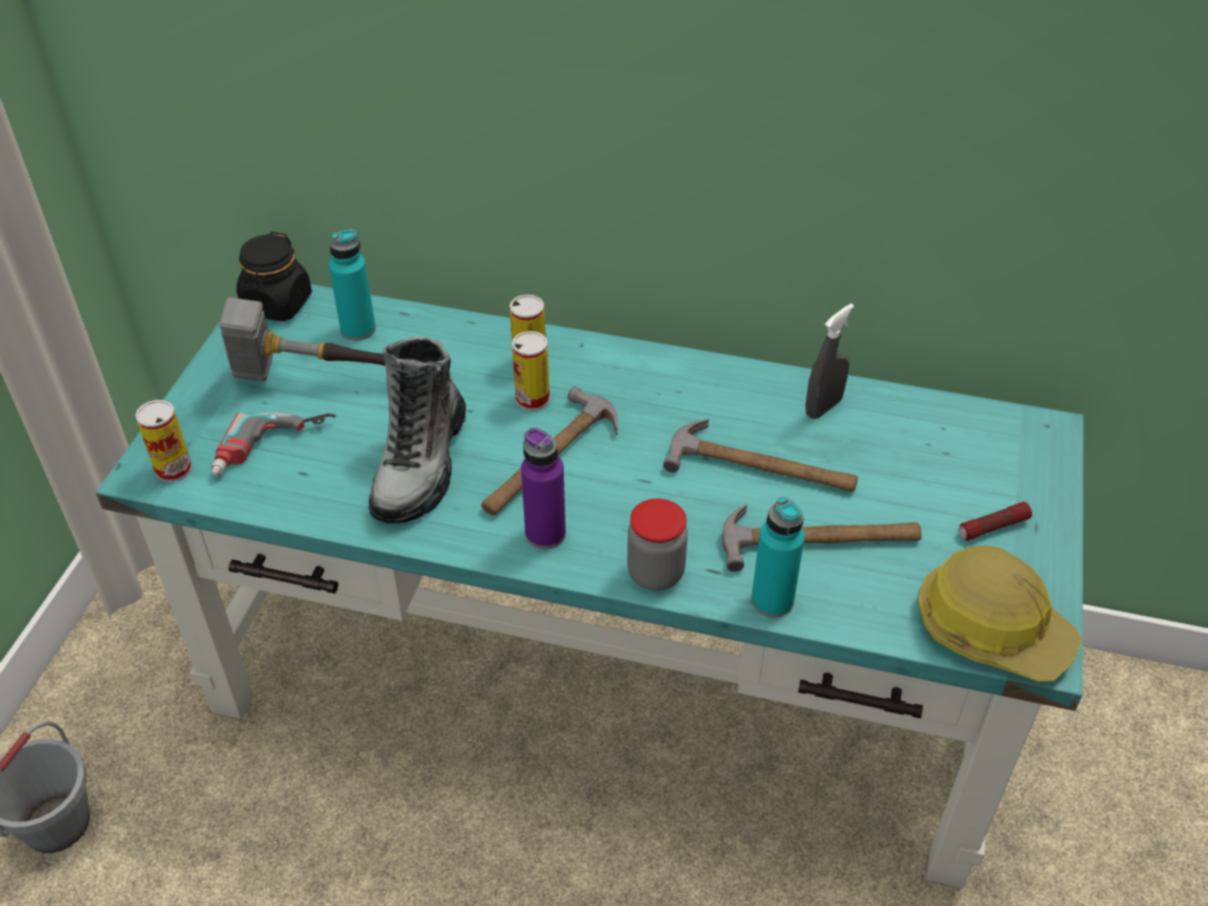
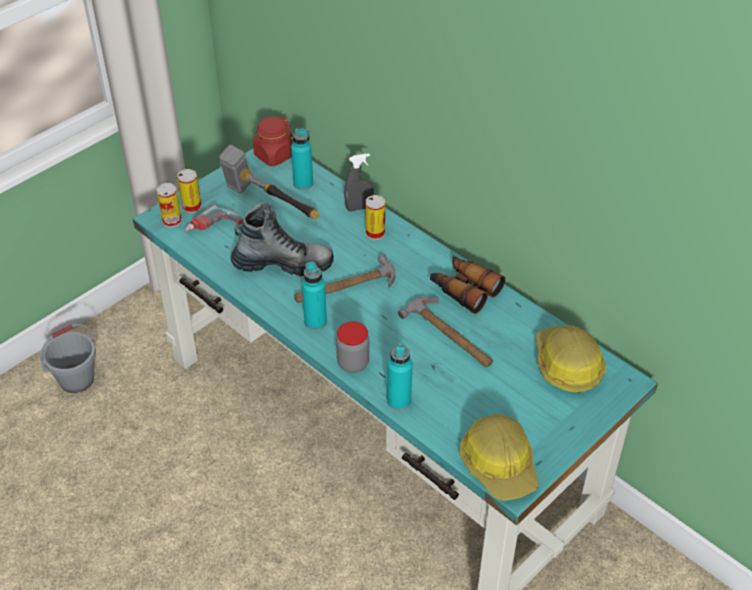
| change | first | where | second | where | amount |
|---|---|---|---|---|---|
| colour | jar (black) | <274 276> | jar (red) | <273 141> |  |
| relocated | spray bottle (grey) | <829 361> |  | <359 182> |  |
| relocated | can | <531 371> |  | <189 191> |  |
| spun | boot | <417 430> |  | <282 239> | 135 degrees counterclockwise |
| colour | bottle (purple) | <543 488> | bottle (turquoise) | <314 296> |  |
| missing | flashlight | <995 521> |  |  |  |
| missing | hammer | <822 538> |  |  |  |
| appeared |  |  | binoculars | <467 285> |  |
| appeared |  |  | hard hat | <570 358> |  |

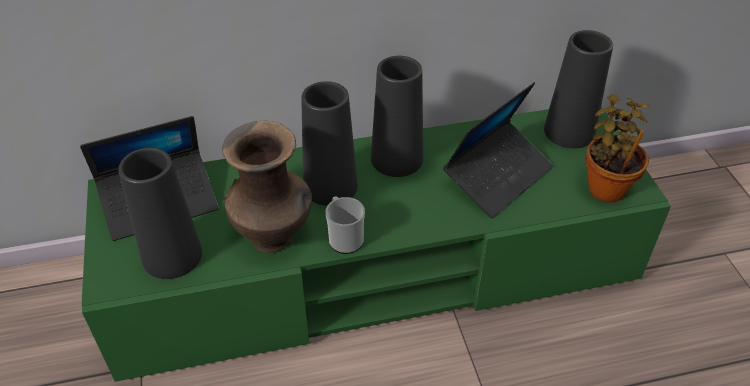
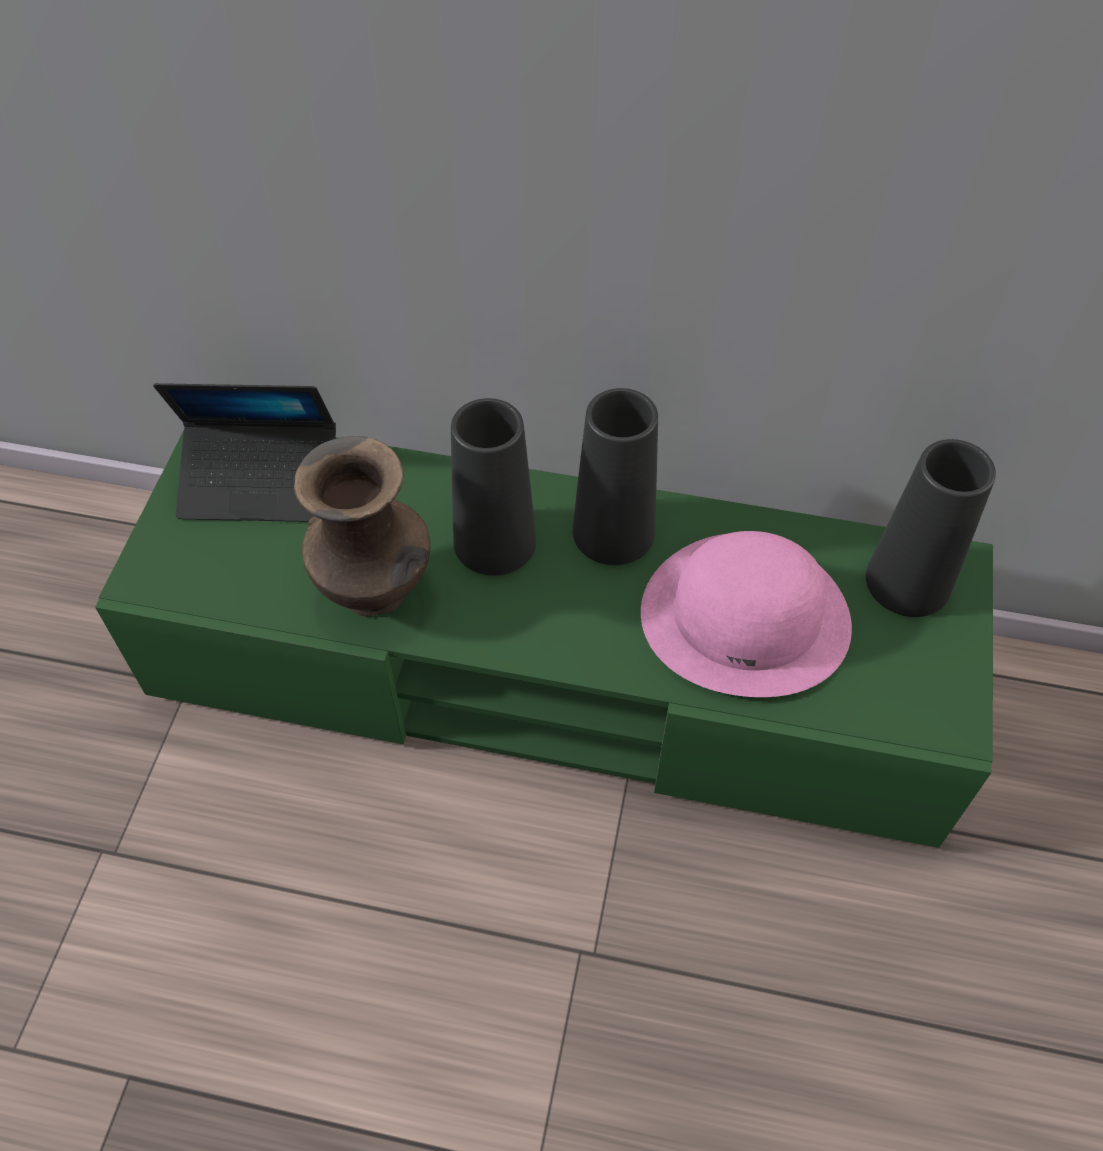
| change | first | where | second | where | amount |
|---|---|---|---|---|---|
| exchanged | laptop | <498 150> | hat (pink) | <746 614> |  |
| missing | potted plant | <617 148> |  |  |  |
| missing | vase (black) | <160 213> |  |  |  |
| missing | mug | <345 225> |  |  |  |

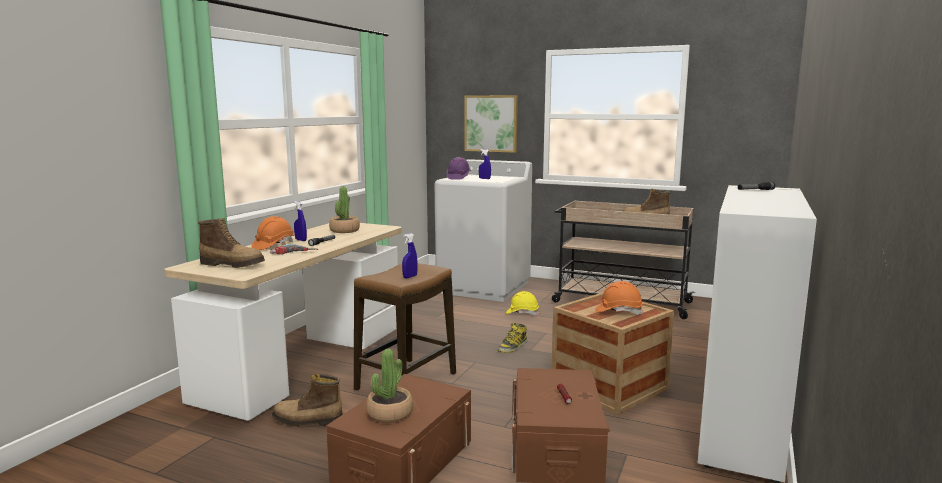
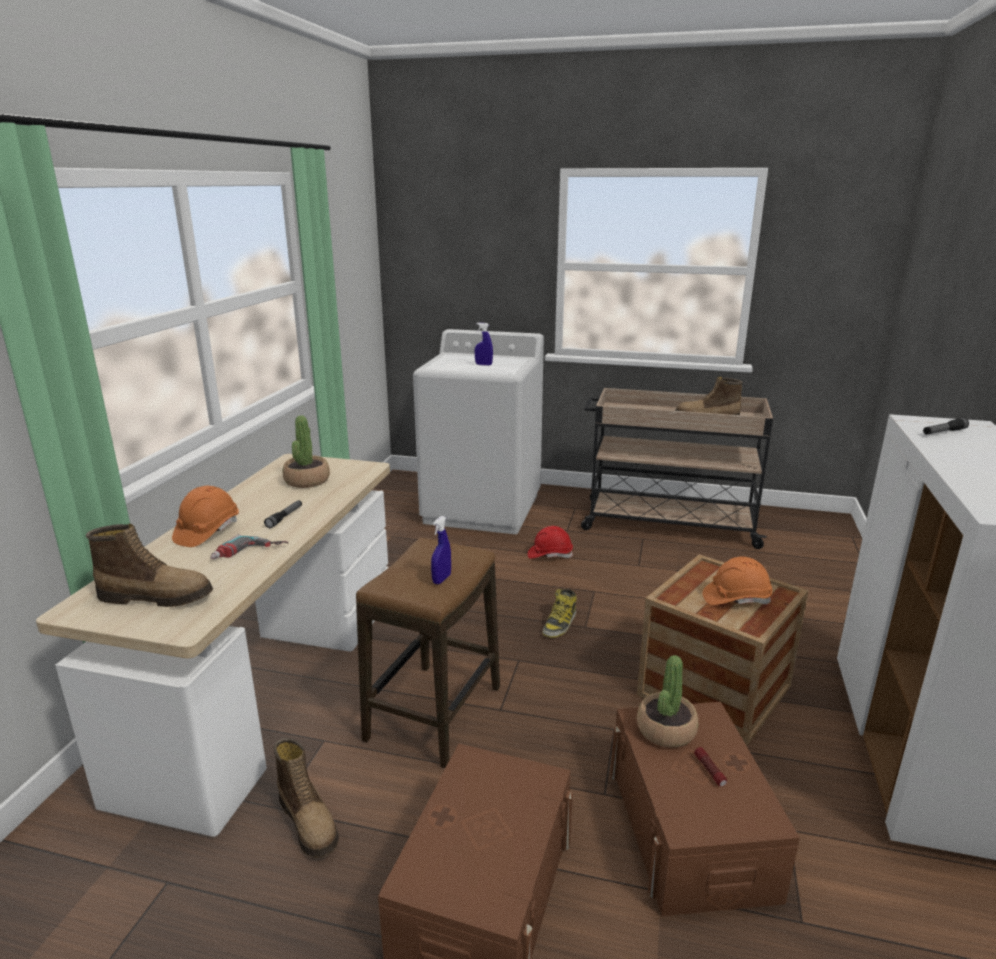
| change | first | where | second | where | amount |
|---|---|---|---|---|---|
| missing | picture | <491 124> |  |  |  |
| missing | hard hat (purple) | <458 168> |  |  |  |
| missing | spray bottle (blue) | <300 221> |  |  |  |
| colour | hard hat (yellow) | <522 303> | hard hat (red) | <550 542> |  |
| relocated | potted plant | <389 386> |  | <668 701> |  |
| spun | boot | <307 400> |  | <306 798> | 120 degrees counterclockwise |

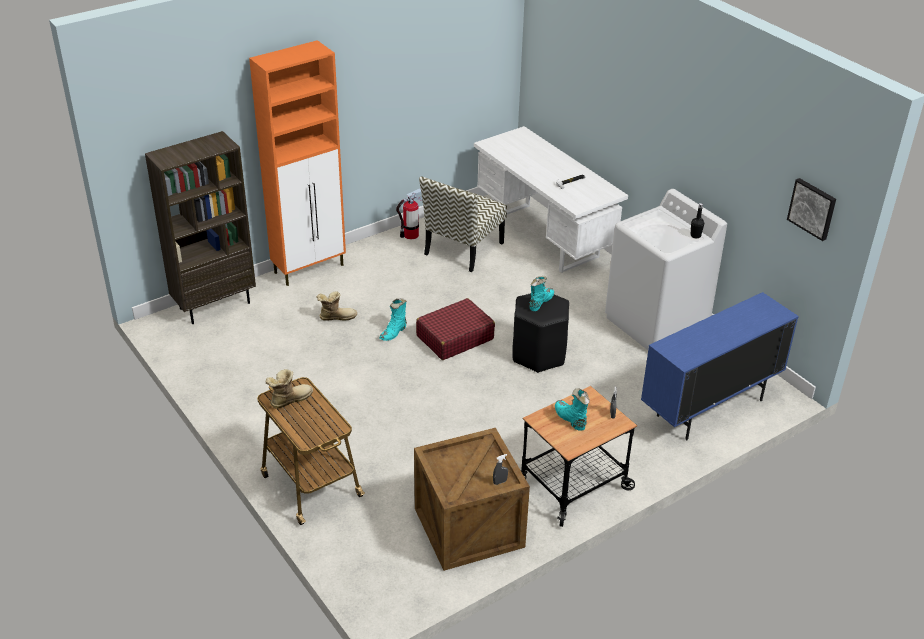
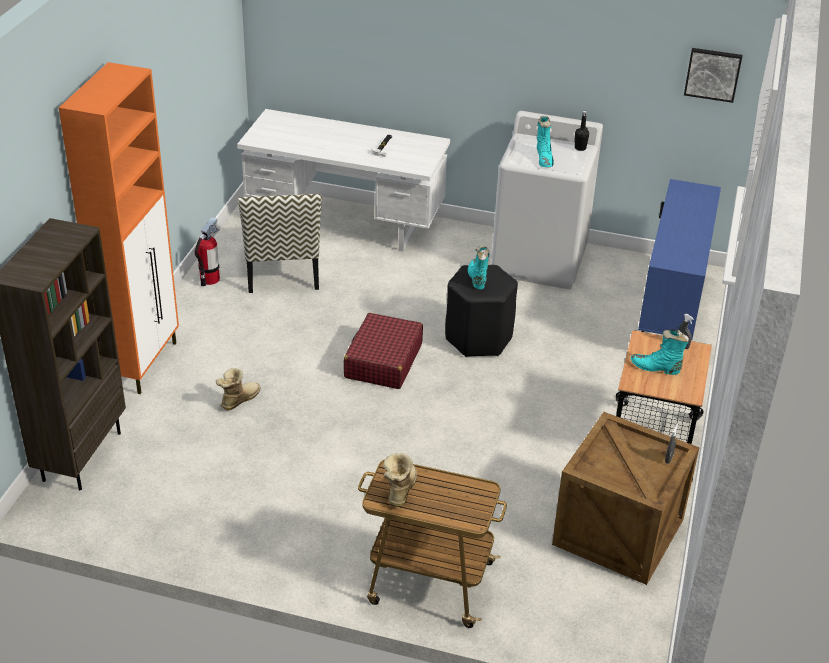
| change | first | where | second | where | amount |
|---|---|---|---|---|---|
| relocated | boot (turquoise) | <393 319> |  | <545 141> |  |

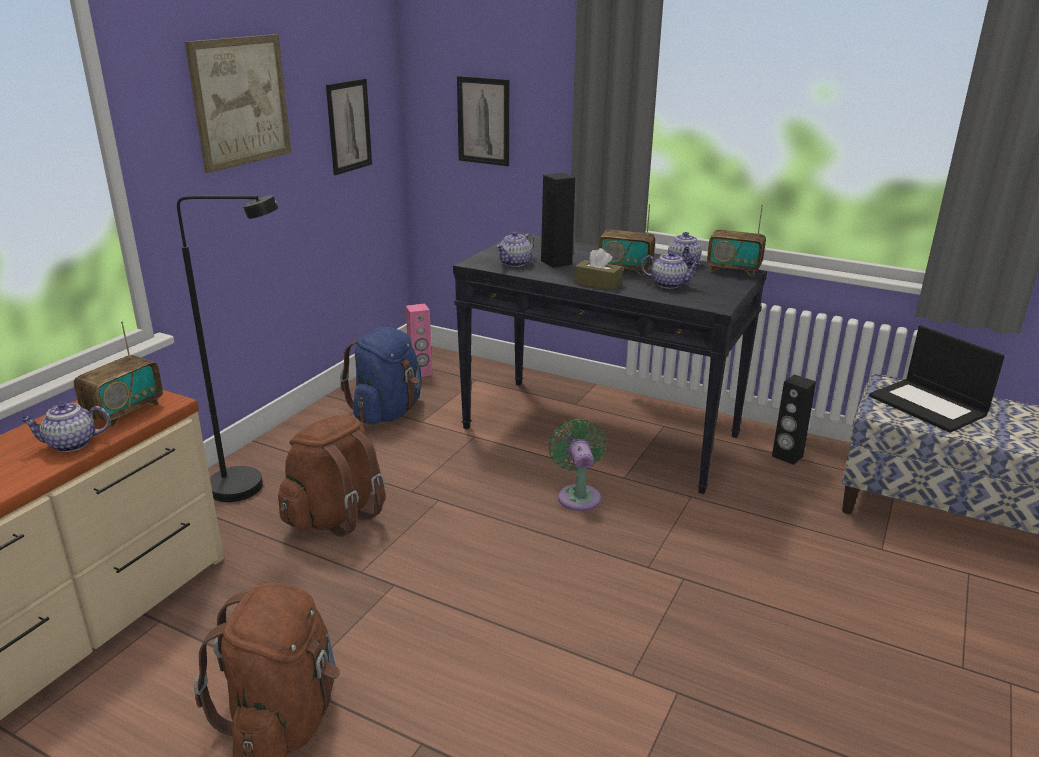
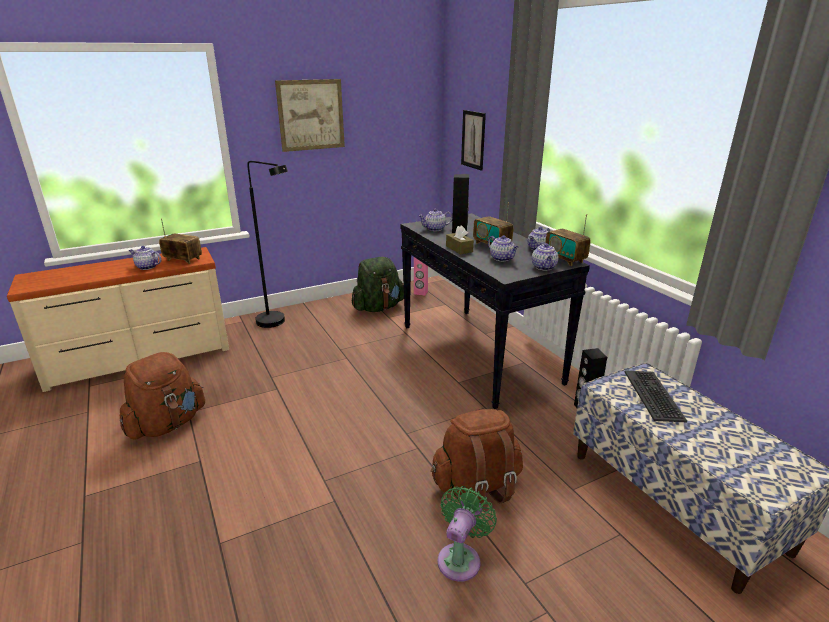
| change | first | where | second | where | amount |
|---|---|---|---|---|---|
| missing | picture | <349 126> |  |  |  |
| spun | radio | <118 374> |  | <180 241> | 135 degrees counterclockwise |
| exchanged | laptop | <937 379> | keyboard | <655 396> |  |
| colour | backpack (blue) | <381 375> | backpack (green) | <378 284> |  |
| relocated | backpack (brown) | <332 476> |  | <477 458> |  |
| relocated | fan (green) | <577 465> |  | <467 534> |  |
| appeared |  |  | teapot | <545 256> |  |

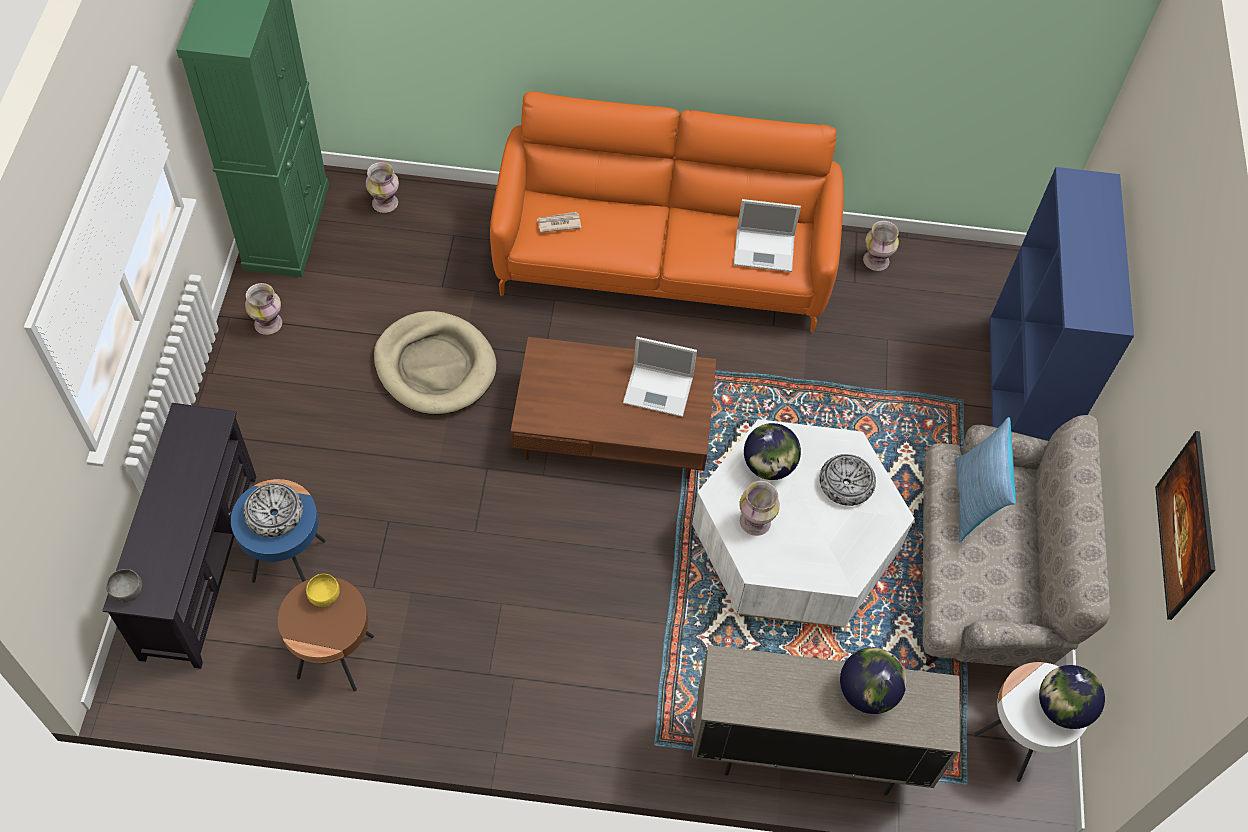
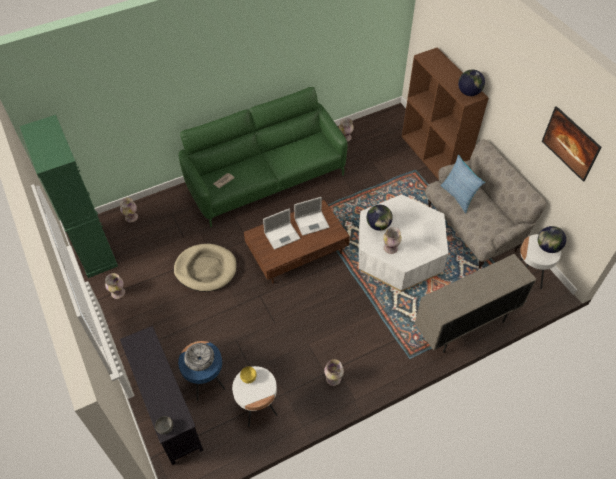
| change | first | where | second | where | amount |
|---|---|---|---|---|---|
| colour | sofa (orange) | <667 212> | sofa (green) | <263 157> |  |
| colour | bookcase (blue) | <1062 304> | bookcase (brown) | <445 114> |  |
| relocated | laptop | <767 235> |  | <282 229> |  |
| missing | bowl | <847 480> |  |  |  |
| colour | side table (brown) | <326 634> | side table (white) | <255 396> |  |
| relocated | globe | <873 680> |  | <471 83> |  |
| appeared |  |  | vase | <334 372> |  |

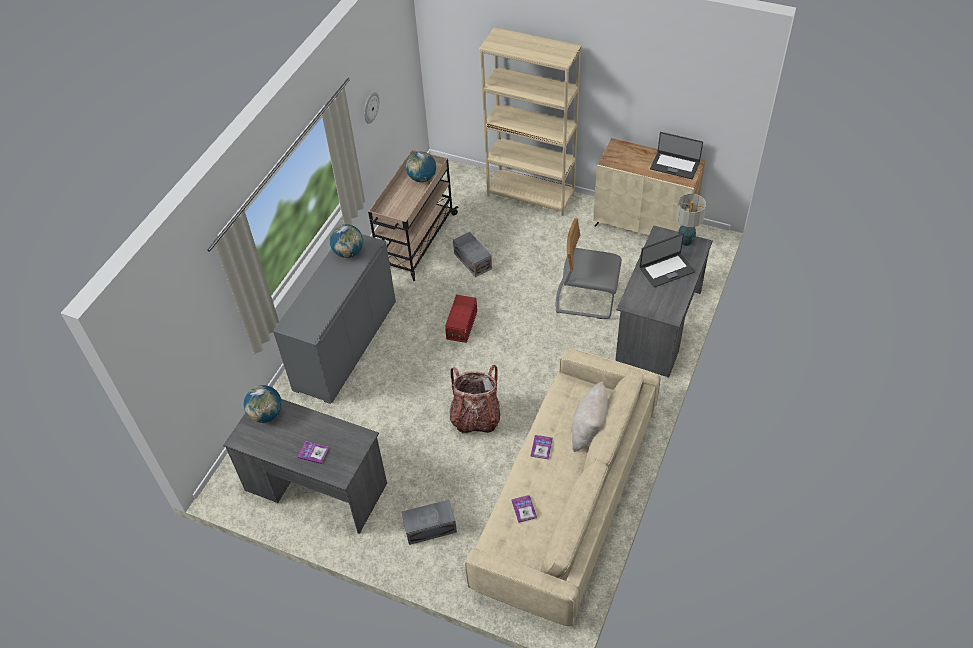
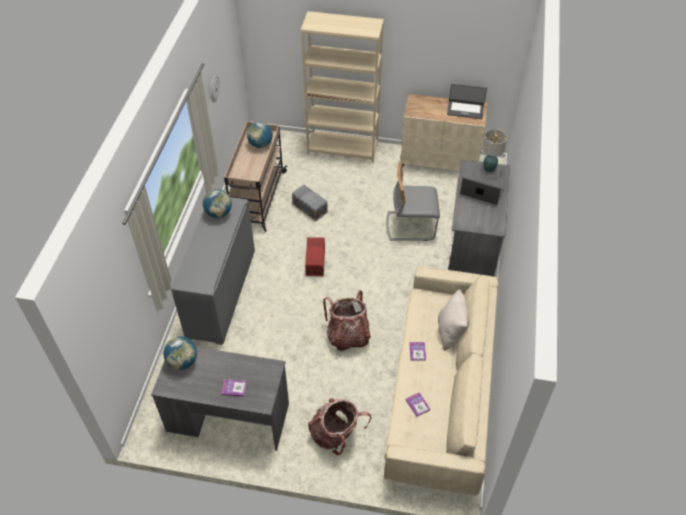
| change | first | where | second | where | amount |
|---|---|---|---|---|---|
| spun | laptop | <667 260> |  | <482 191> | 120 degrees counterclockwise |
| exchanged | storage box (grey) | <429 522> | backpack | <339 426> |  |

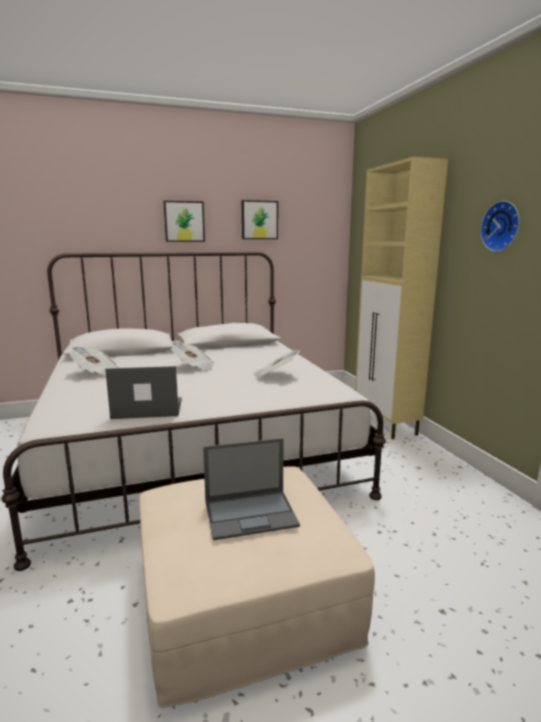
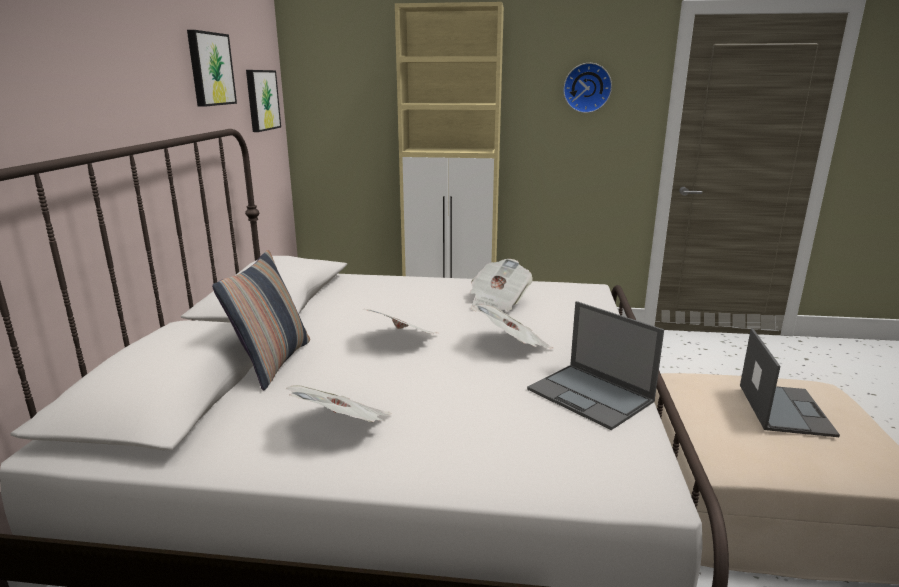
| change | first | where | second | where | amount |
|---|---|---|---|---|---|
| relocated | picture | <184 221> |  | <263 101> |  |
| spun | laptop | <143 392> |  | <595 365> | 60 degrees counterclockwise |
| appeared |  |  | pillow | <261 320> |  |
| appeared |  |  | newspaper | <513 327> |  |

